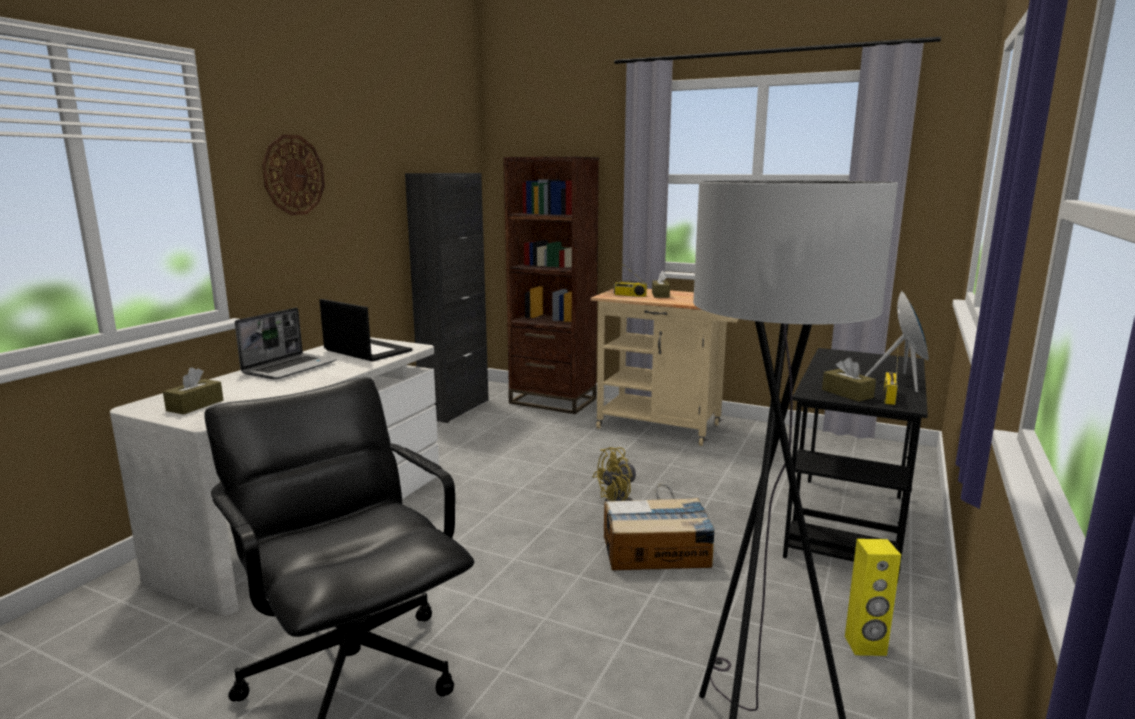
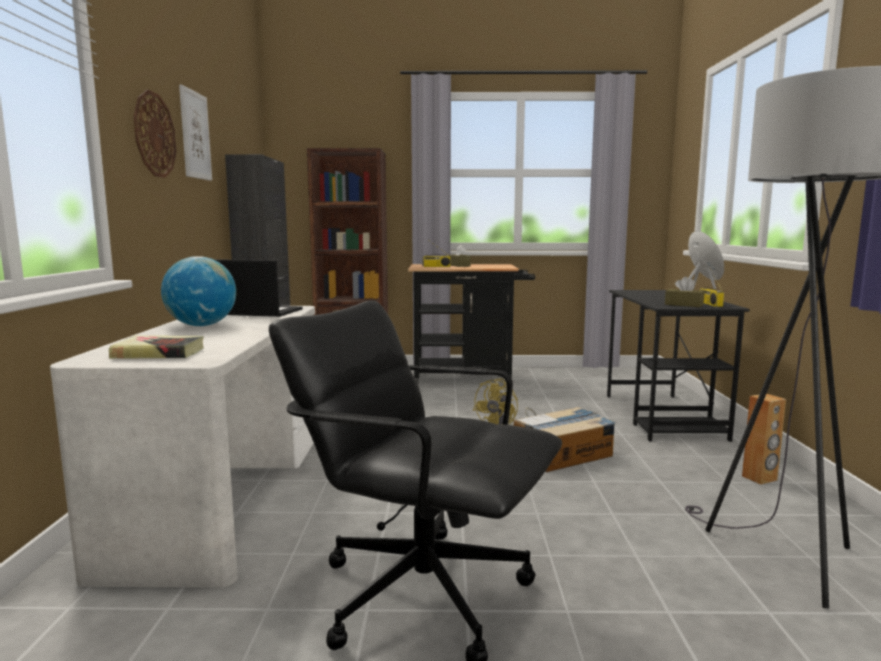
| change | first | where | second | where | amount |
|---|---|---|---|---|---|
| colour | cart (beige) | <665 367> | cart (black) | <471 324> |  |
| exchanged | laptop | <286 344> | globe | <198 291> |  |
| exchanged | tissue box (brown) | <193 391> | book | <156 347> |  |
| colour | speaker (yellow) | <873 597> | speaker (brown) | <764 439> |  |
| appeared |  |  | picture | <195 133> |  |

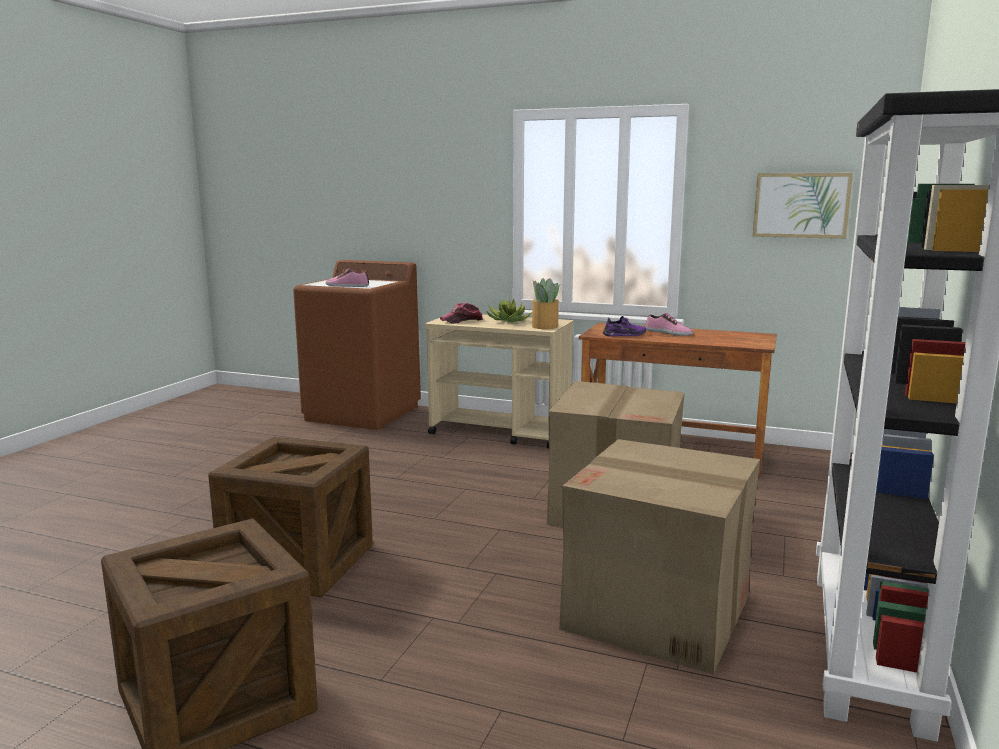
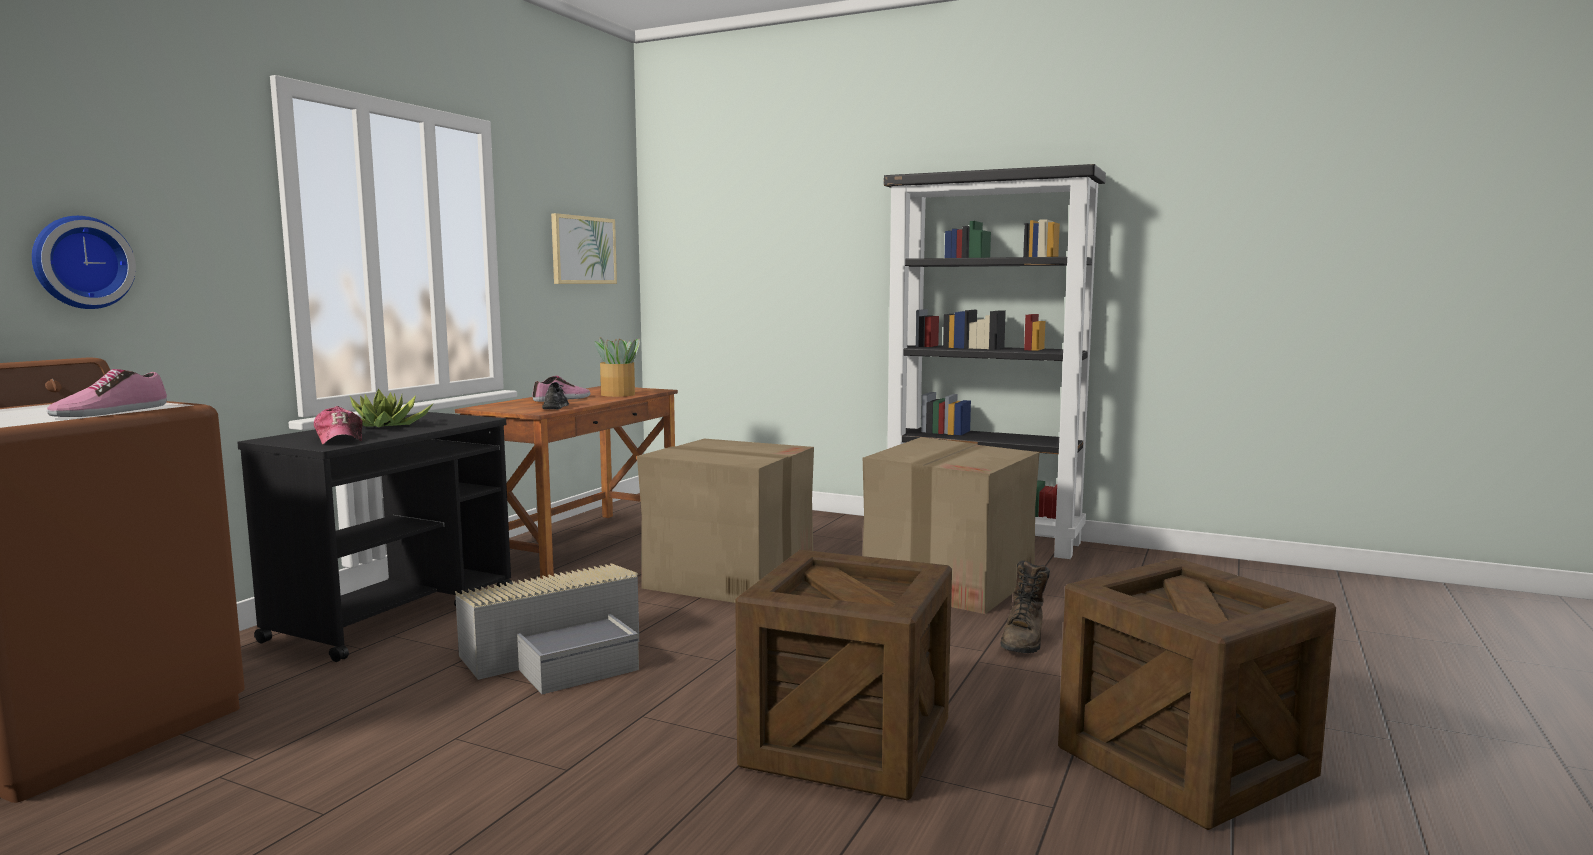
| change | first | where | second | where | amount |
|---|---|---|---|---|---|
| relocated | potted plant | <546 303> |  | <617 367> |  |
| colour | cart (beige) | <499 382> | cart (black) | <375 537> |  |
| colour | shoe (purple) | <624 326> | shoe (grey) | <555 396> |  |
| appeared |  |  | wall clock | <84 262> |  |
| appeared |  |  | boot (brown) | <1025 607> |  |
| appeared |  |  | storage box (grey) | <547 628> |  |

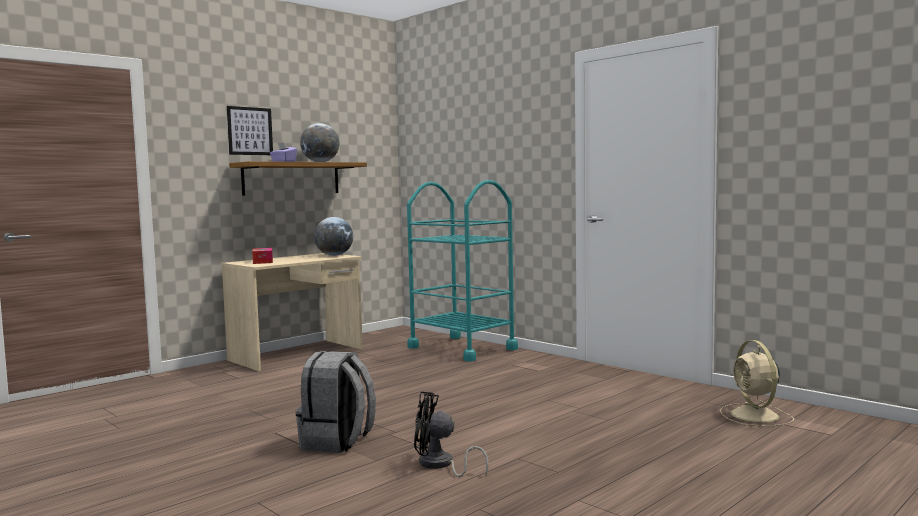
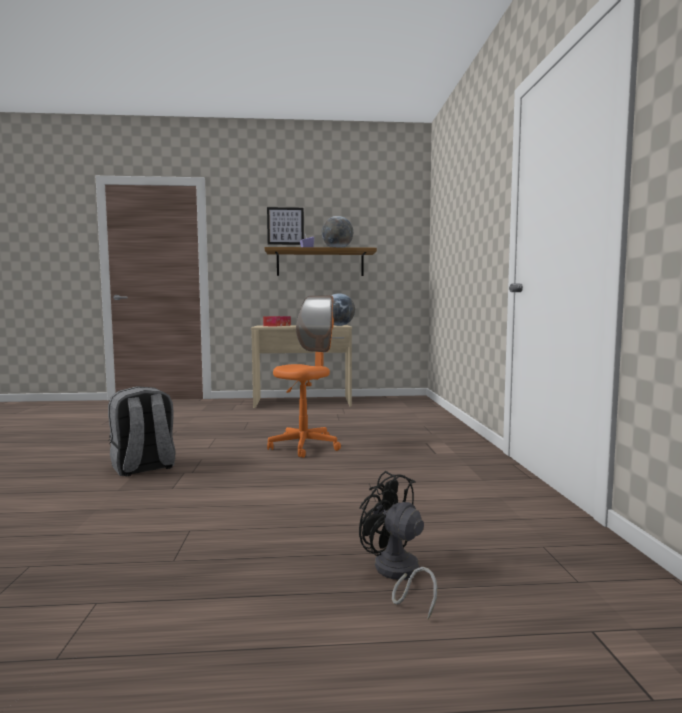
| change | first | where | second | where | amount |
|---|---|---|---|---|---|
| missing | cart (turquoise) | <462 271> |  |  |  |
| missing | fan (beige) | <757 383> |  |  |  |
| relocated | fan (black) | <451 434> |  | <398 545> |  |
| appeared |  |  | office chair (orange) | <304 376> |  |

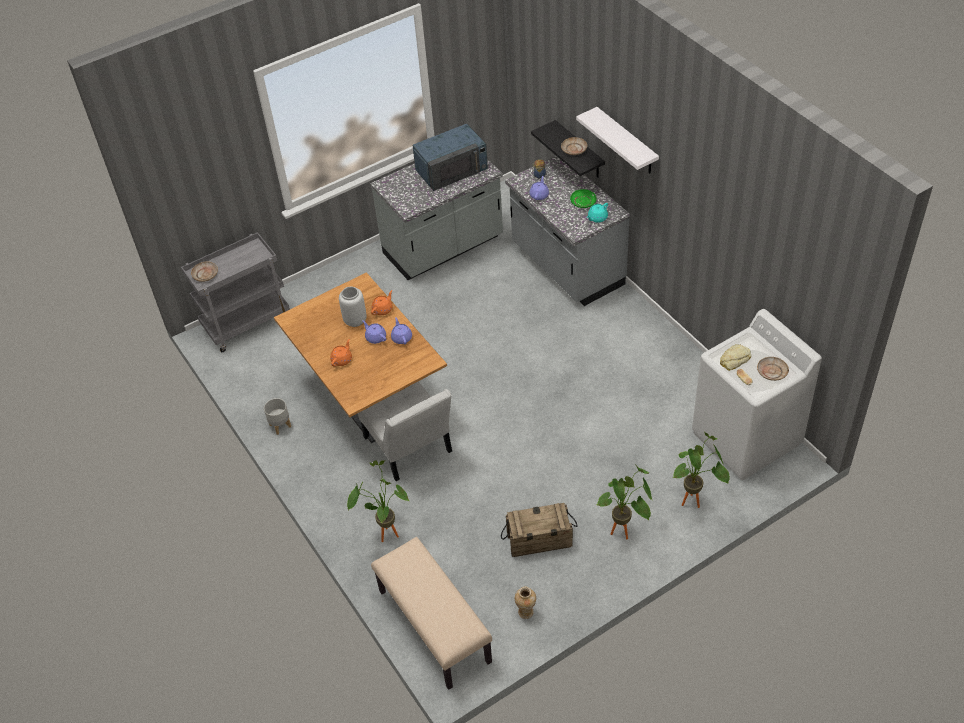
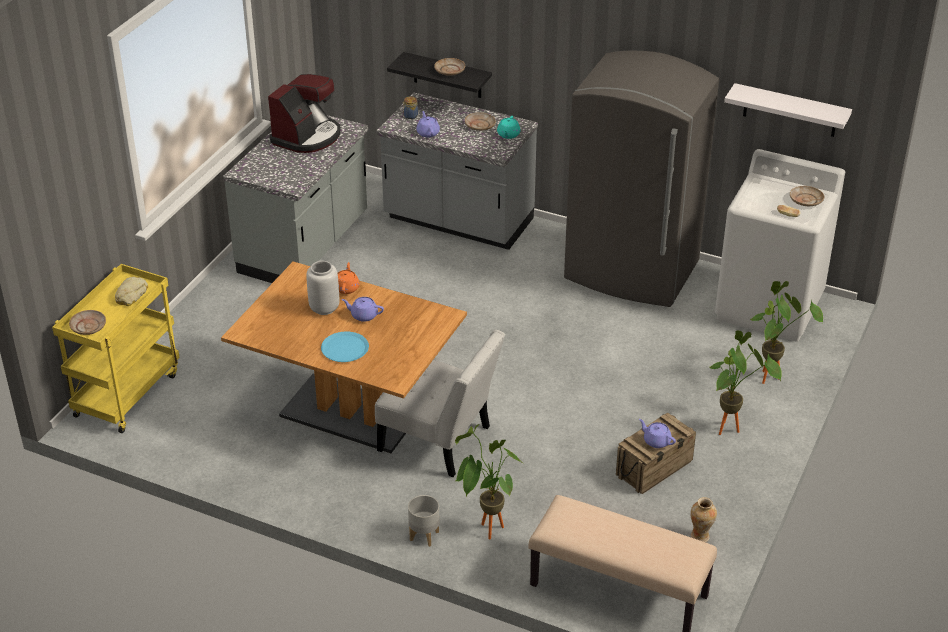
| change | first | where | second | where | amount |
|---|---|---|---|---|---|
| relocated | shelf (white) | <617 140> |  | <788 110> |  |
| exchanged | microwave (blue) | <450 157> | coffee machine | <304 113> |  |
| colour | plate (green) | <583 198> | plate (beige) | <480 121> |  |
| colour | cart (grey) | <235 292> | cart (yellow) | <116 348> |  |
| relocated | teapot (purple) | <401 330> |  | <657 433> |  |
| exchanged | teapot (orange) | <341 352> | plate (blue) | <345 347> |  |
| relocated | bread | <735 357> |  | <131 291> |  |
| relocated | planter (grey) | <277 416> |  | <423 521> |  |
| appeared |  |  | fridge (grey) | <641 179> |  |

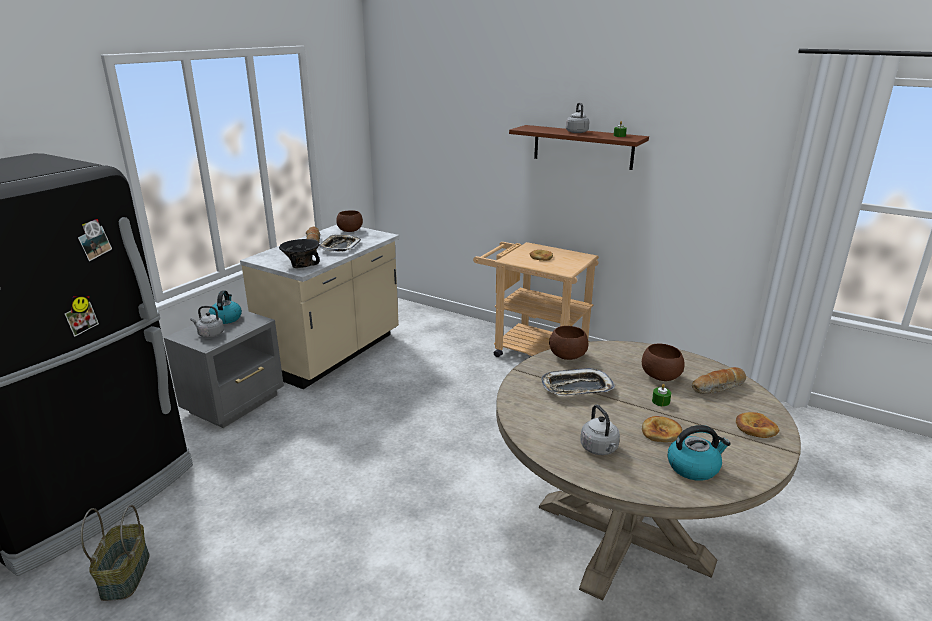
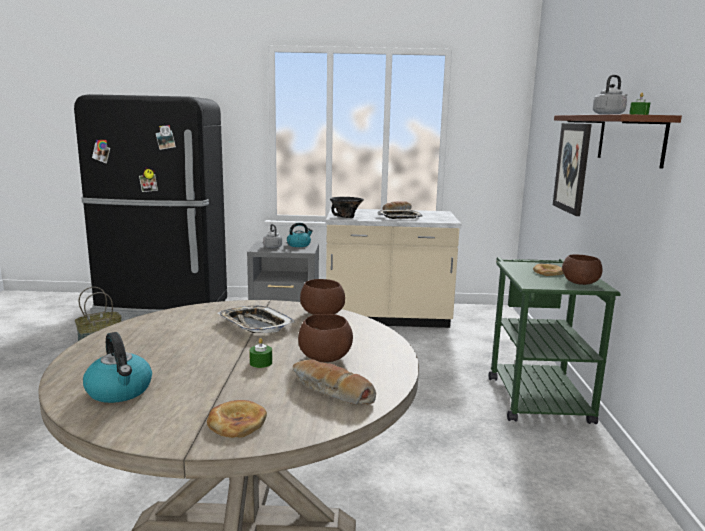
| change | first | where | second | where | amount |
|---|---|---|---|---|---|
| relocated | bowl (brown) | <349 221> |  | <582 269> |  |
| colour | cart (beige) | <536 299> | cart (green) | <555 340> |  |
| missing | kettle (grey) | <600 430> |  |  |  |
| missing | bread | <662 429> |  |  |  |
| appeared |  |  | picture | <572 169> |  |

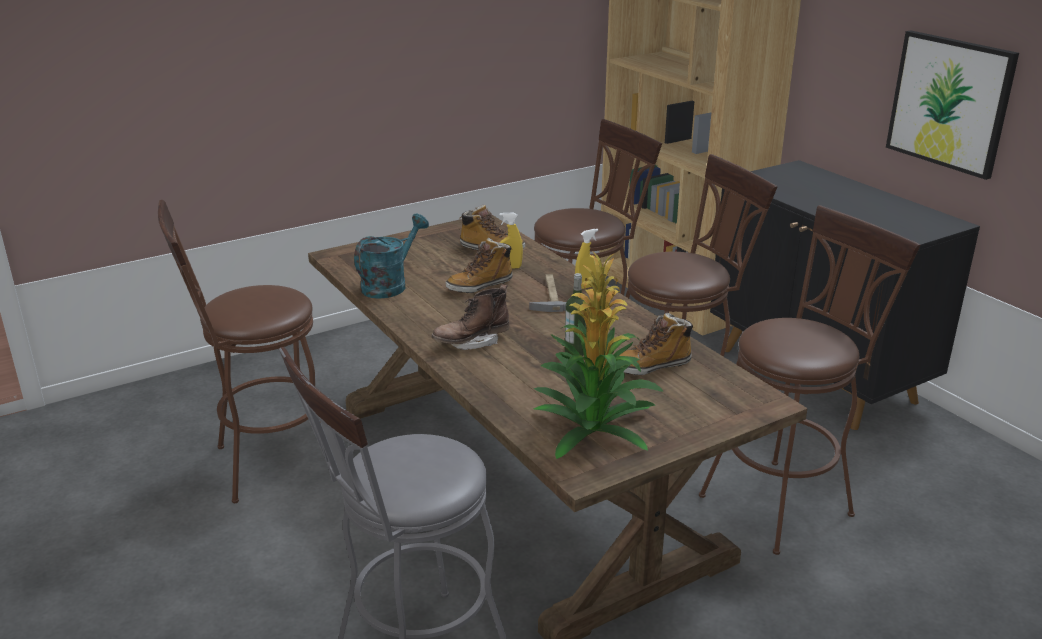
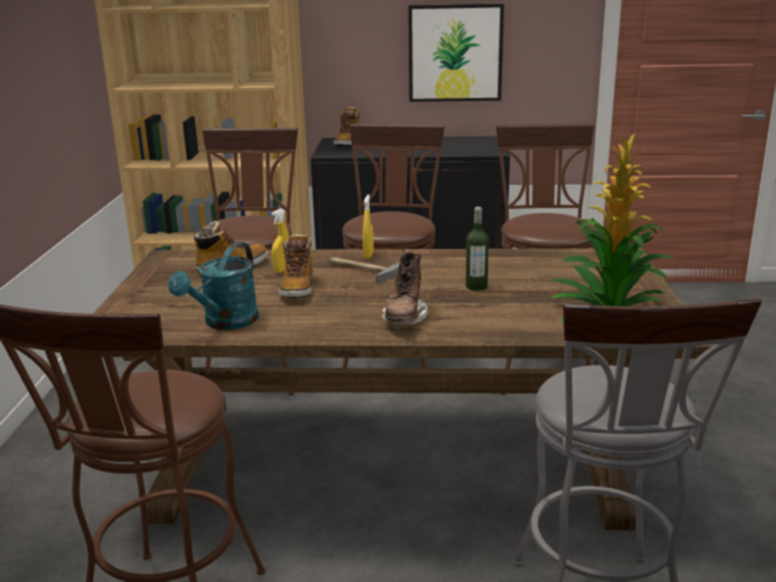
| change | first | where | second | where | amount |
|---|---|---|---|---|---|
| spun | watering can (turquoise) | <391 256> |  | <213 286> | 135 degrees counterclockwise |
| relocated | boot | <656 344> |  | <347 126> |  |

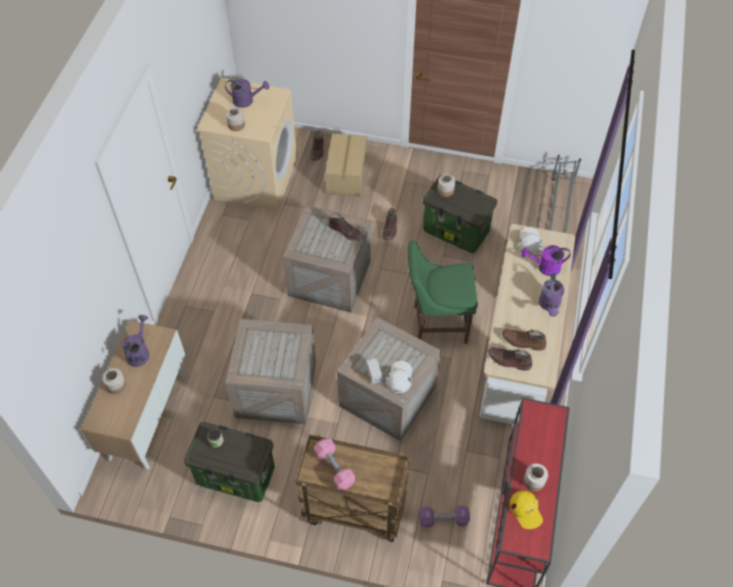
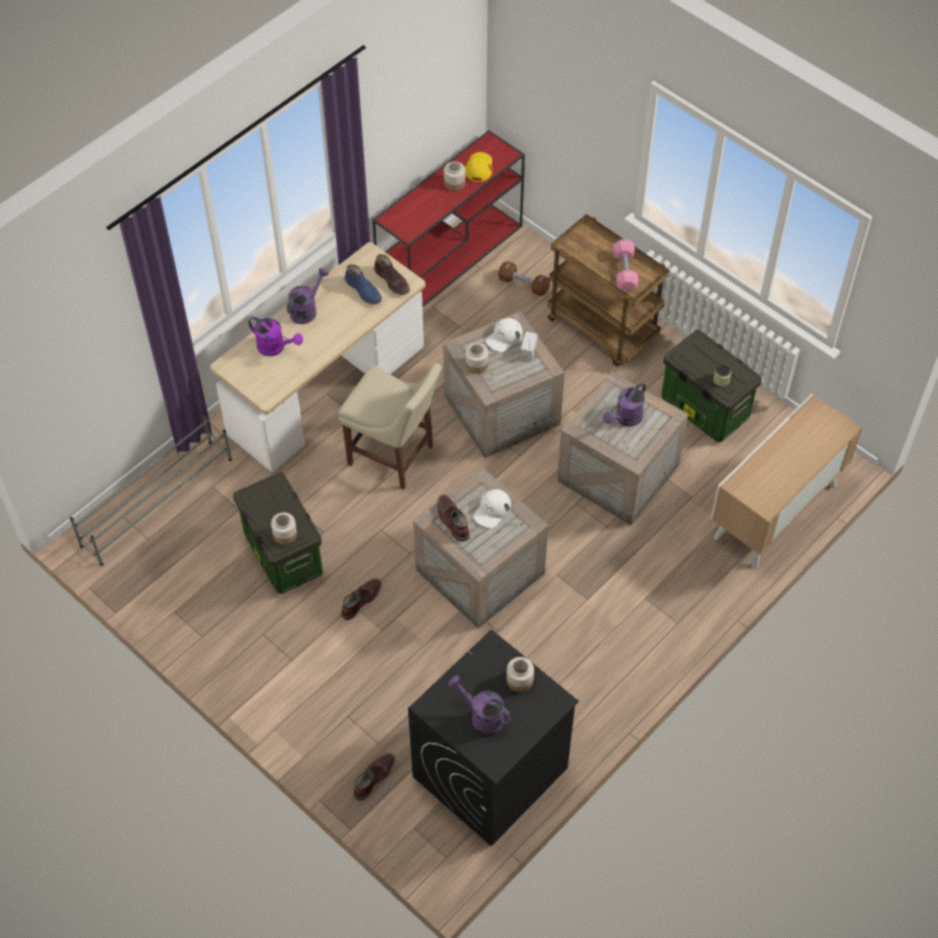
| change | first | where | second | where | amount |
|---|---|---|---|---|---|
| colour | washing machine (beige) | <247 144> | washing machine (black) | <493 737> |  |
| missing | cardboard box | <346 165> |  |  |  |
| relocated | cap (white) | <530 241> |  | <492 508> |  |
| colour | chair (green) | <443 292> | chair (beige) | <389 426> |  |
| relocated | watering can (purple) | <135 341> |  | <624 404> |  |
| colour | boot (brown) | <524 340> | boot (blue) | <363 284> |  |
| relocated | jar | <114 381> |  | <476 358> |  |
| colour | dumbbell (purple) | <445 516> | dumbbell (brown) | <524 278> |  |

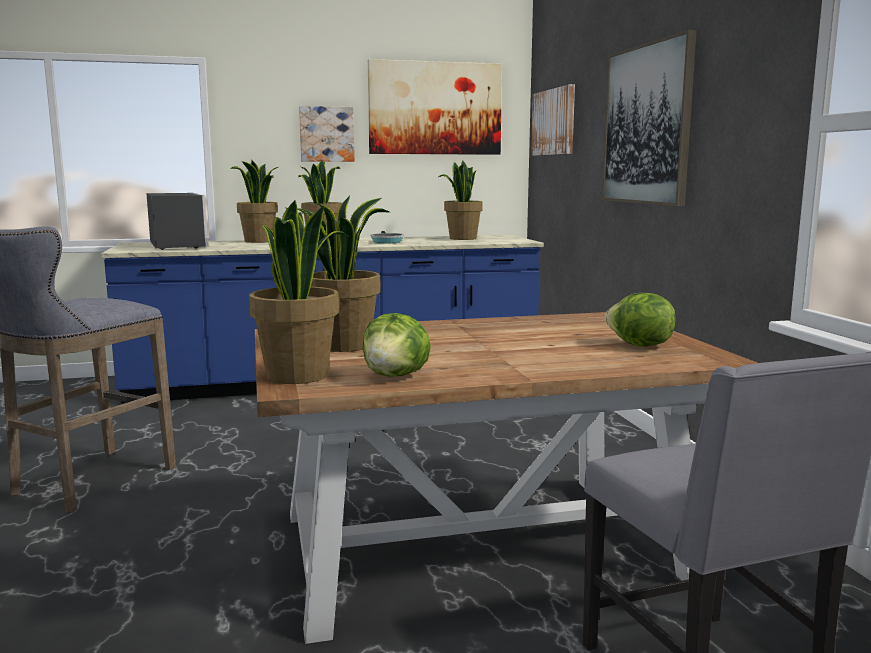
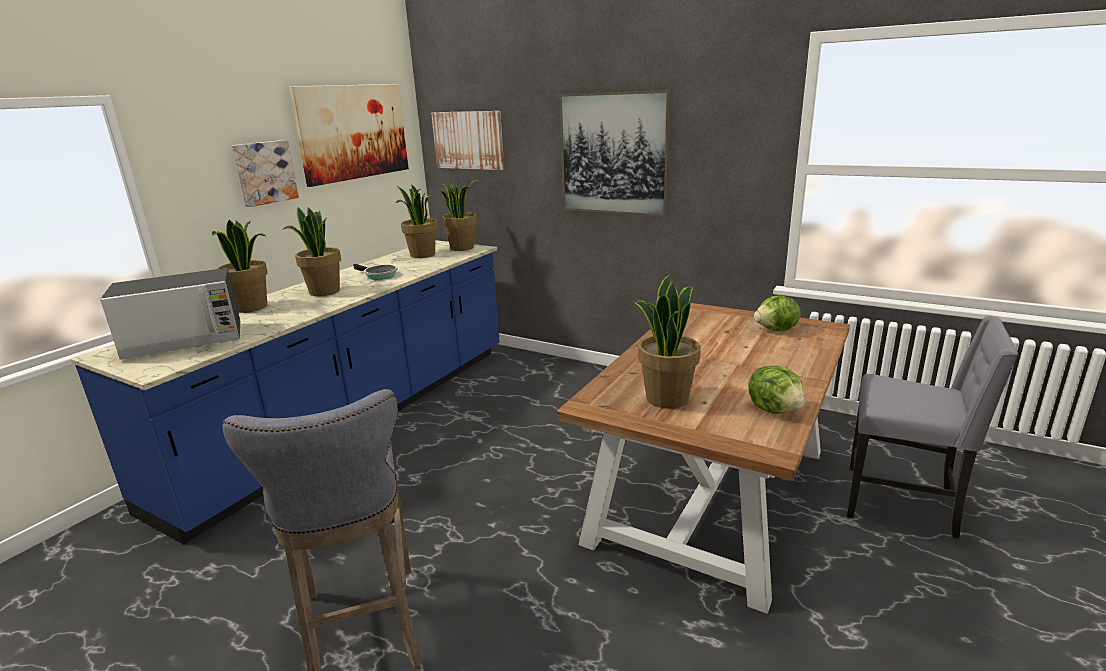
| change | first | where | second | where | amount |
|---|---|---|---|---|---|
| spun | microwave | <177 221> |  | <170 314> | 135 degrees clockwise |
| relocated | potted plant | <299 292> |  | <459 215> |  |

